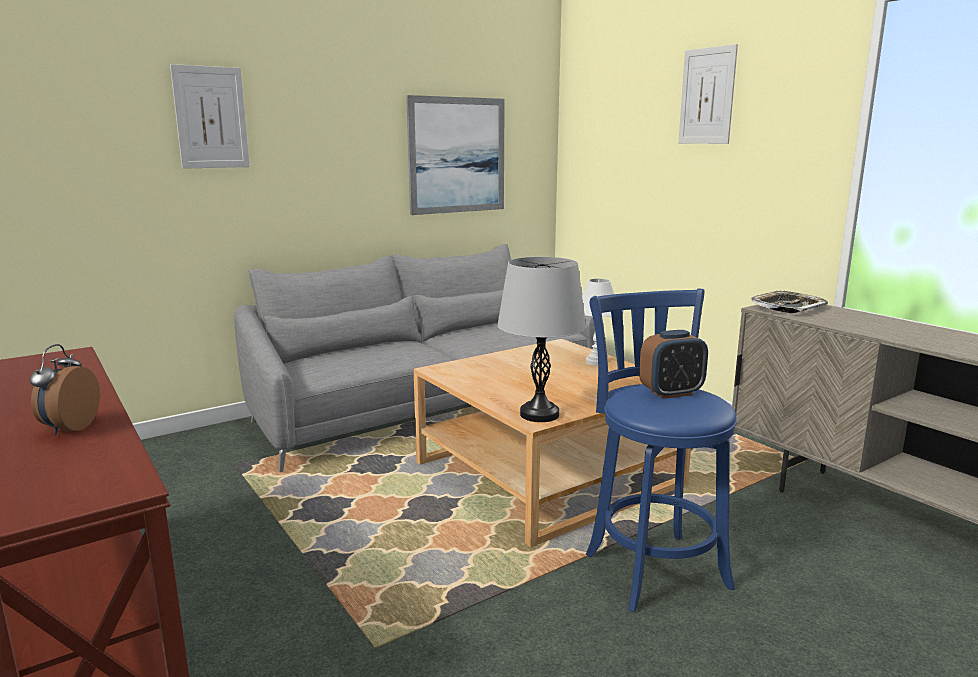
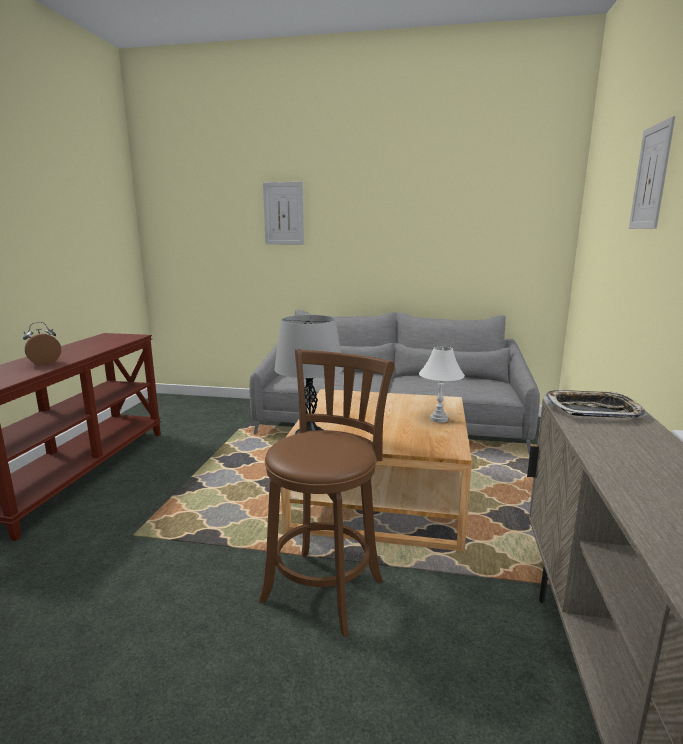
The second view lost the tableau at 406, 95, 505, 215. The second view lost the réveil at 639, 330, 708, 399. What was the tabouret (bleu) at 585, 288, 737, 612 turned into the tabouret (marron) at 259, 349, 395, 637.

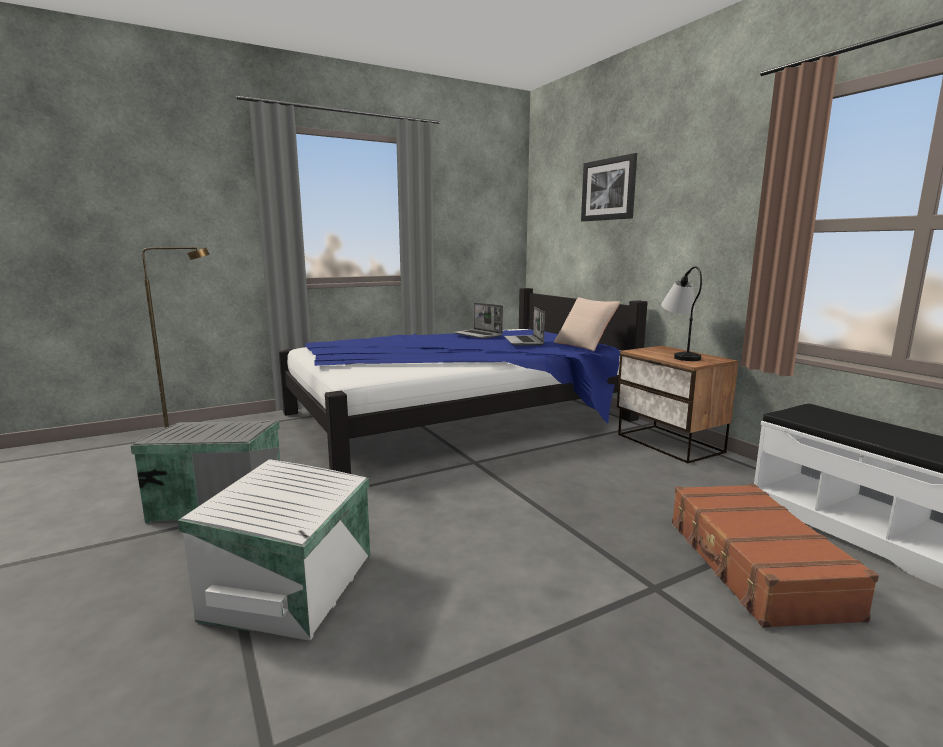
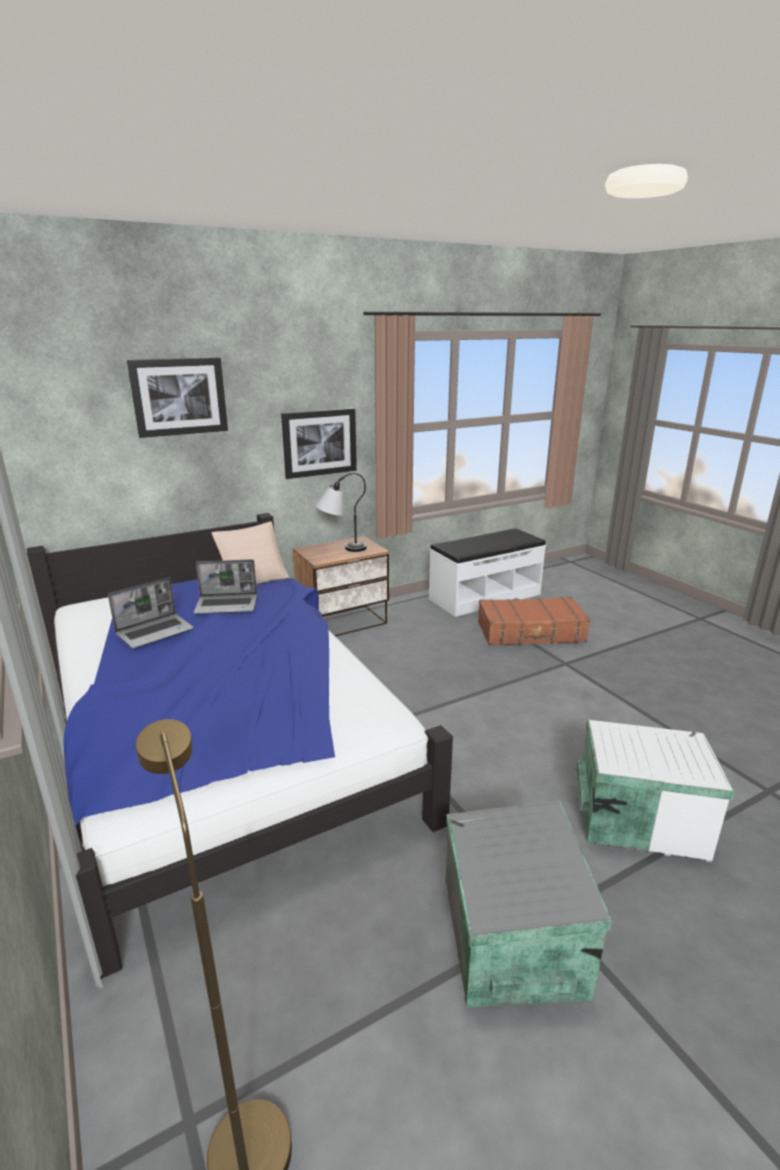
The second view gained the tableau at 281, 408, 357, 479.

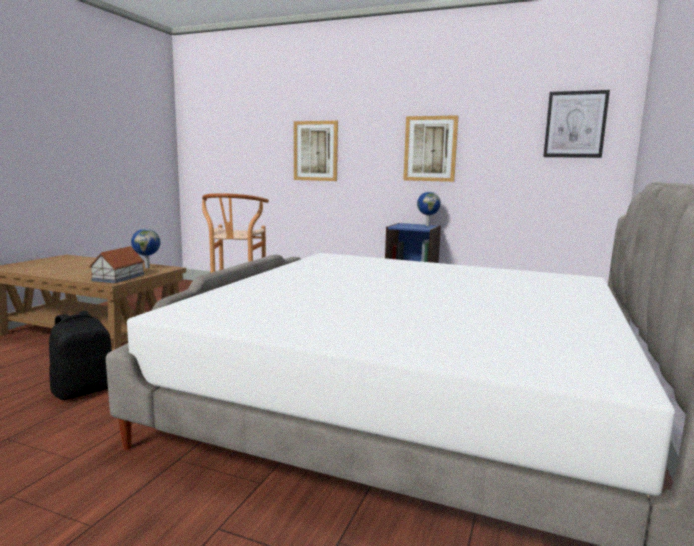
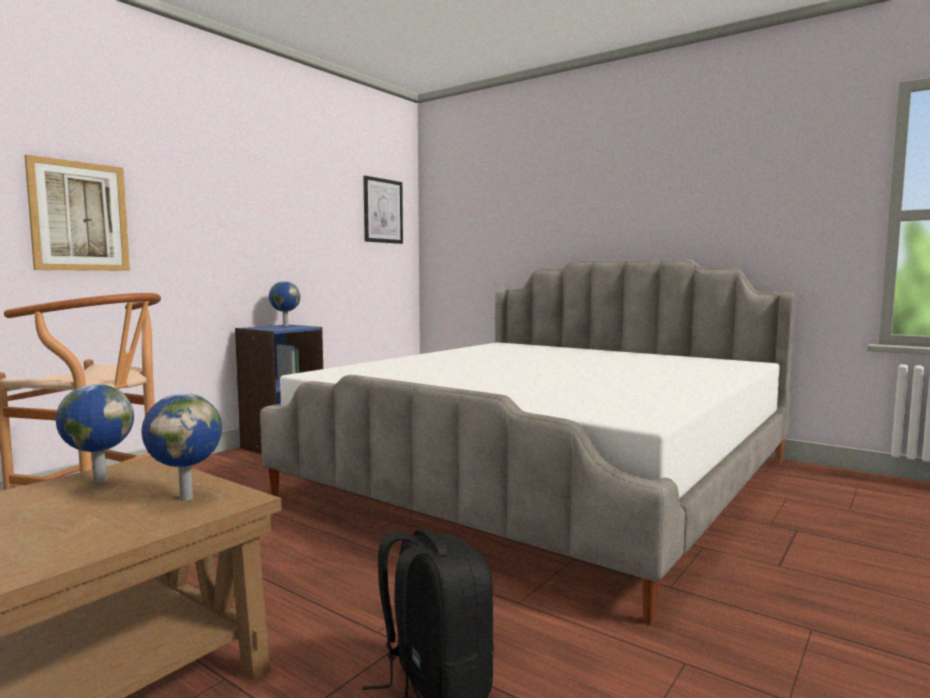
The second view lost the tableau at 403, 115, 459, 182. Where the maison miniature stood at 88, 246, 145, 283, the globe came to stand at 141, 393, 222, 500.

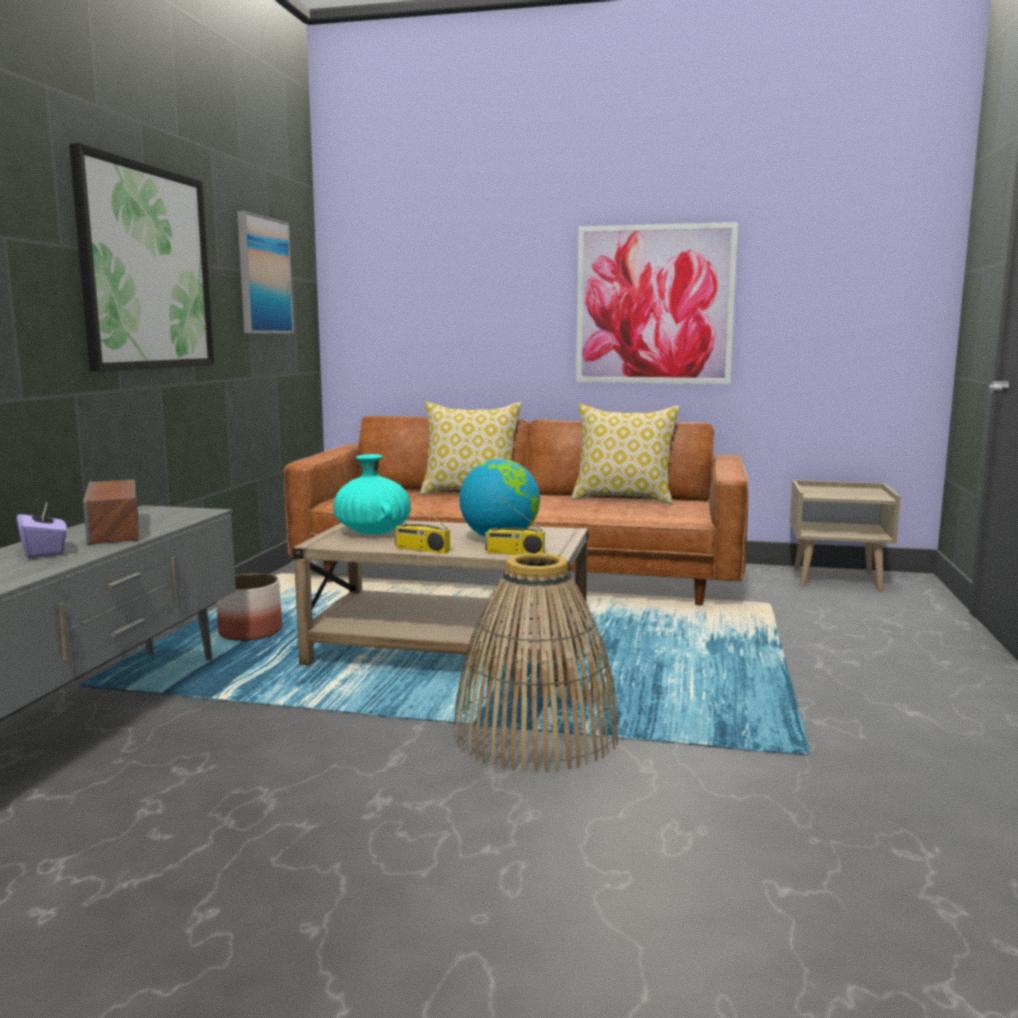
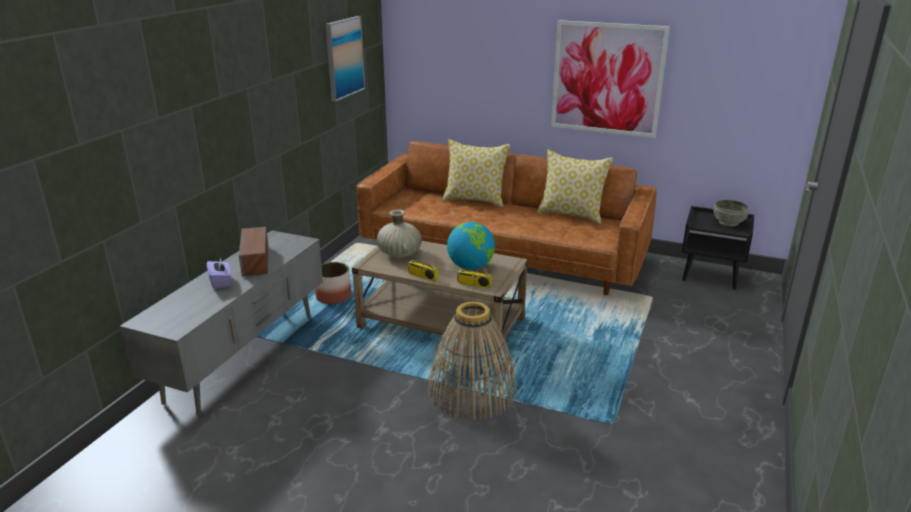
The second view lost the tableau at 69, 143, 214, 372. The second view gained the bol (gris) at 713, 200, 749, 227. What was the vase (turquoise) at 333, 454, 411, 535 turned into the vase (beige) at 377, 209, 422, 258. What was the table de chevet (beige) at 790, 480, 901, 590 turned into the table de chevet (noir) at 682, 206, 754, 290.

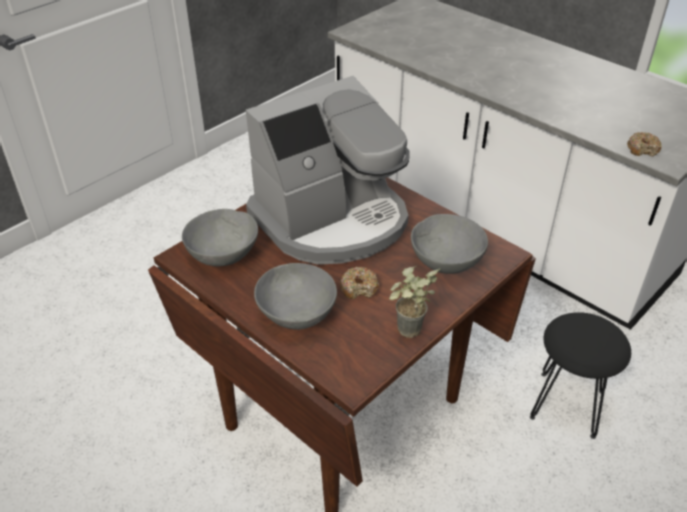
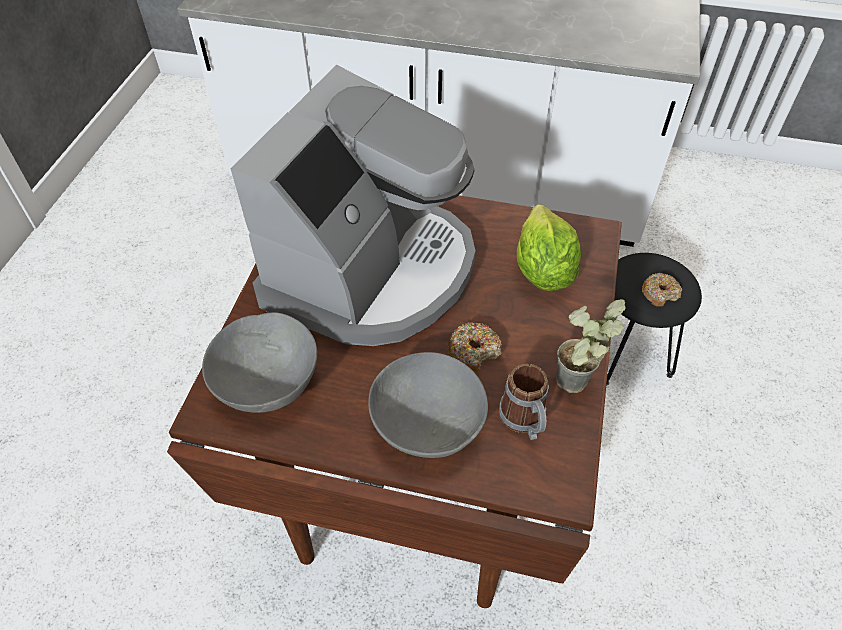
The second view gained the mug at 499, 364, 549, 440. The beignet ended up elsewhere, having gone from 627, 132, 662, 157 to 642, 273, 682, 307. Where the bol (gris) stood at 411, 214, 488, 274, the laitue came to stand at 517, 204, 581, 291.

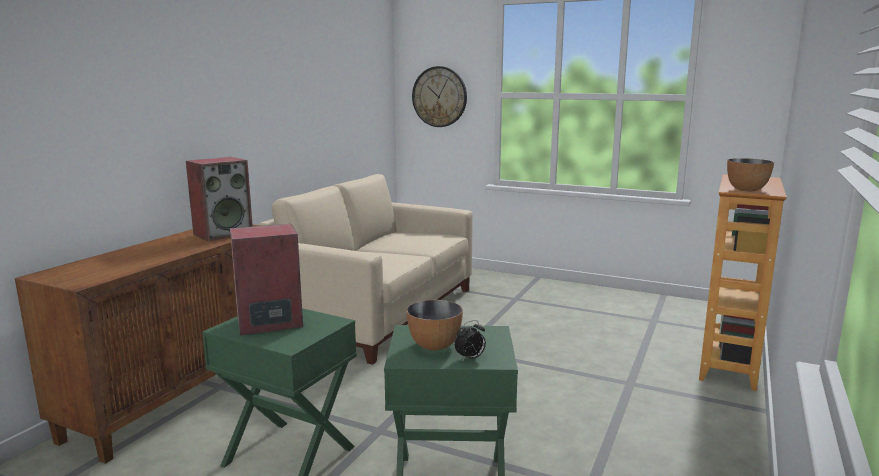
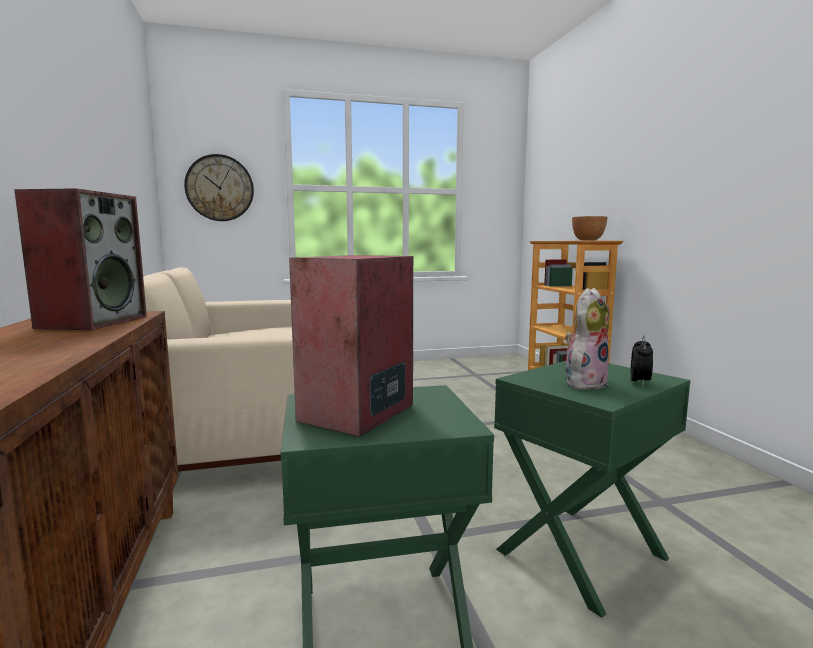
Where the bol stood at 407, 300, 463, 350, the peluche came to stand at 565, 288, 609, 391.

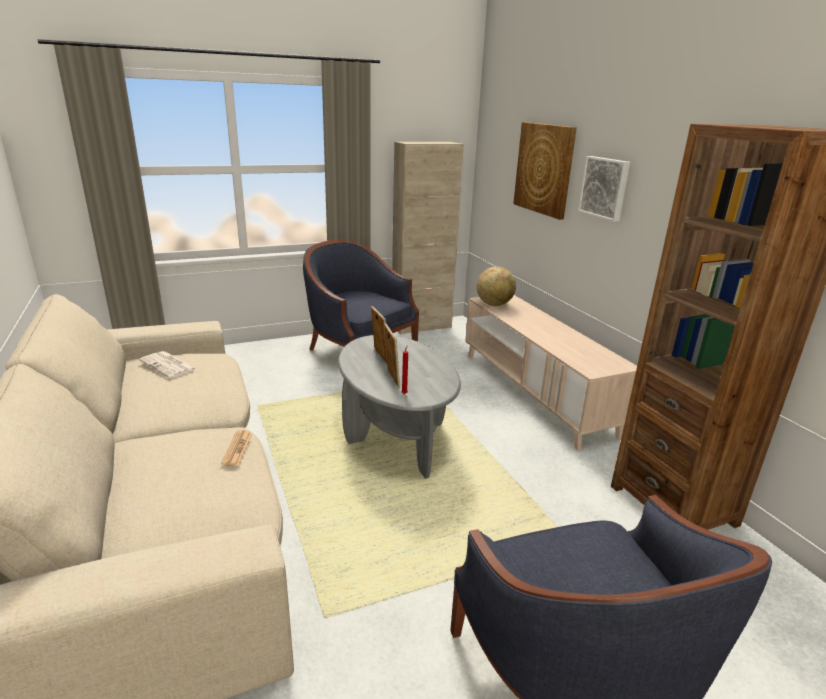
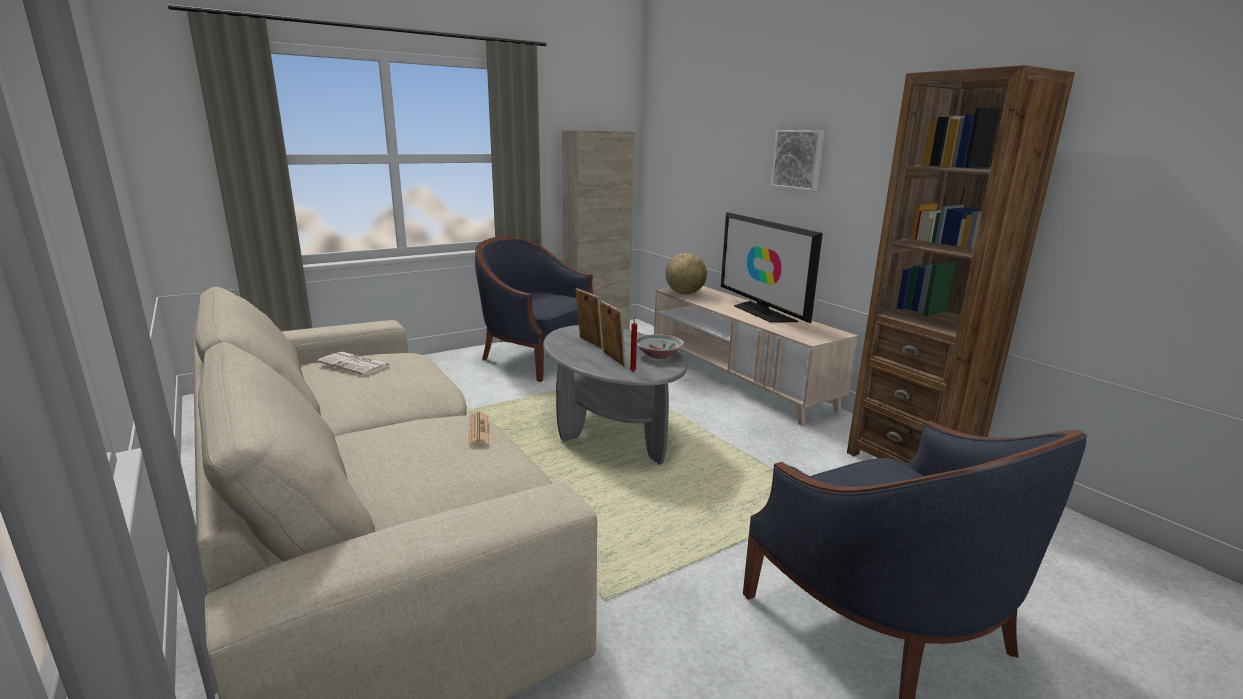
The second view lost the tableau at 513, 122, 577, 220. The second view gained the bol at 637, 334, 684, 359. The second view gained the téléviseur at 721, 212, 823, 323.

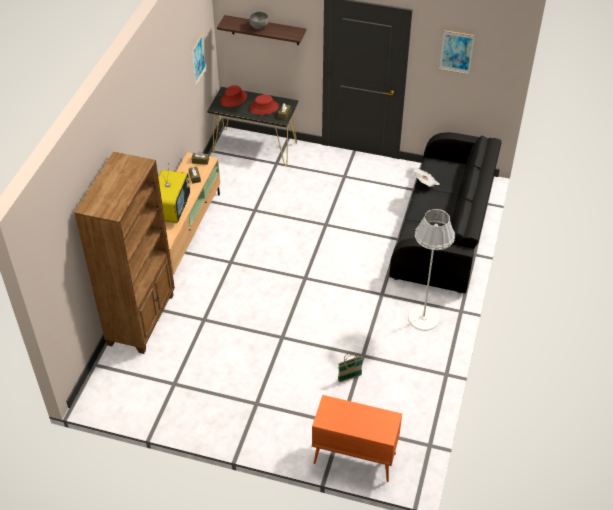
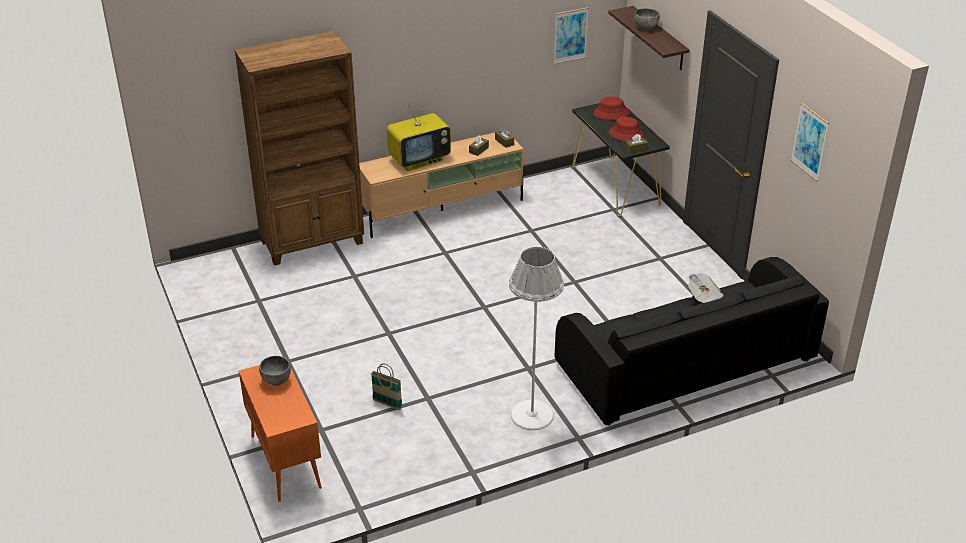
The second view gained the bol (gris) at 259, 356, 291, 386.

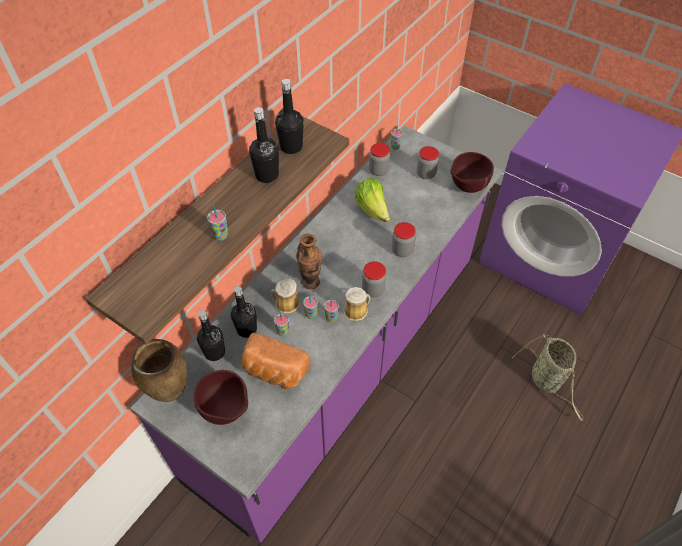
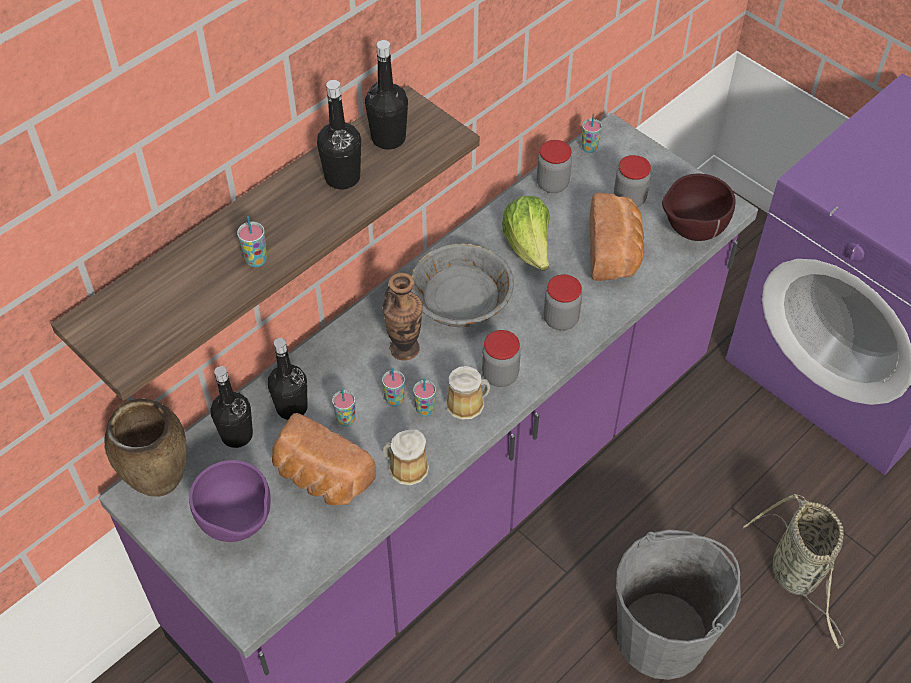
The second view gained the bol (gris) at 410, 243, 514, 327. The second view gained the pain at 589, 193, 644, 281. The second view gained the seau (gris) at 616, 529, 741, 680. The mug ended up elsewhere, having gone from 271, 278, 299, 313 to 383, 429, 429, 485. What was the bol (marron) at 194, 370, 248, 425 turned into the bol (violet) at 189, 460, 270, 542.

